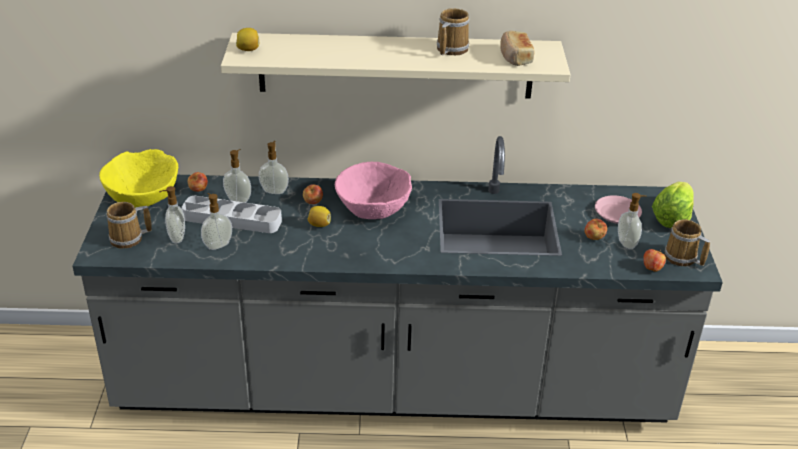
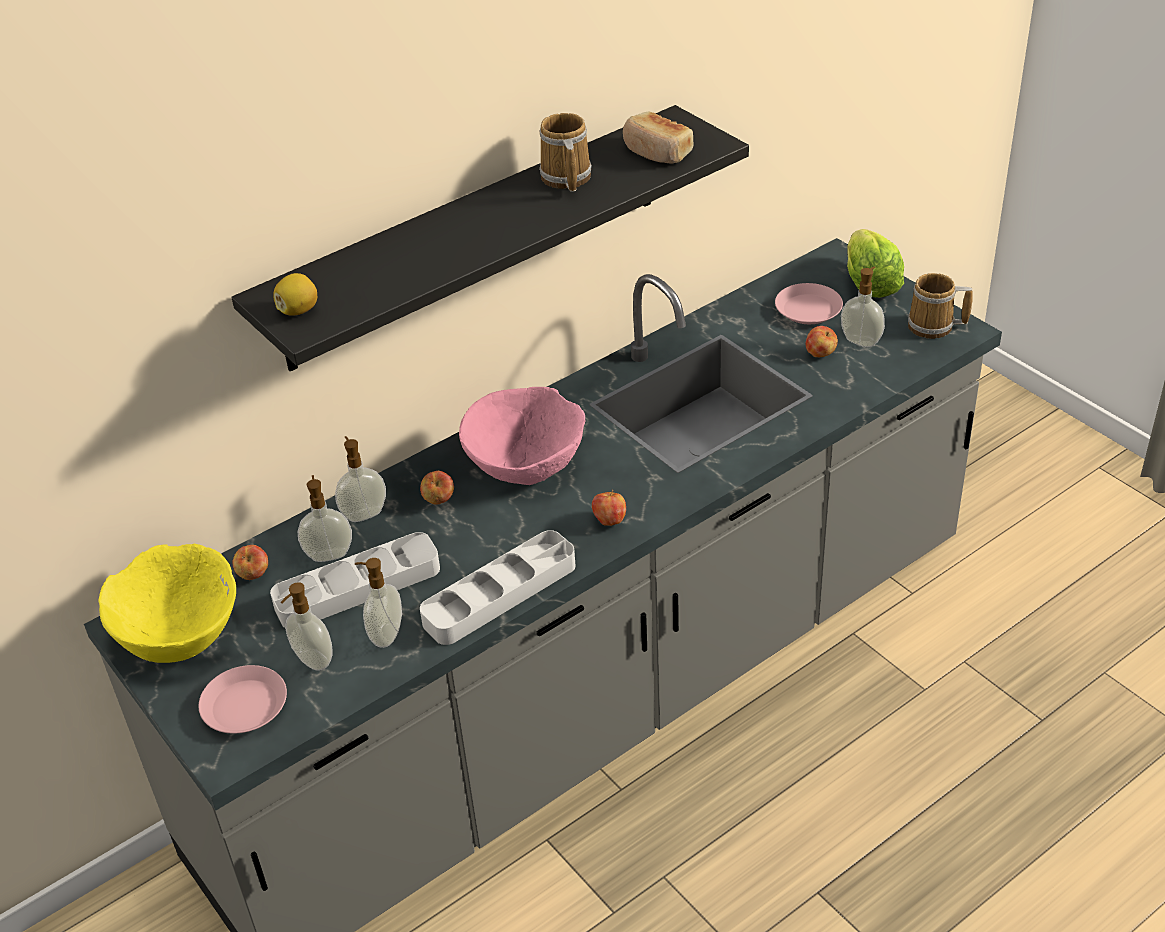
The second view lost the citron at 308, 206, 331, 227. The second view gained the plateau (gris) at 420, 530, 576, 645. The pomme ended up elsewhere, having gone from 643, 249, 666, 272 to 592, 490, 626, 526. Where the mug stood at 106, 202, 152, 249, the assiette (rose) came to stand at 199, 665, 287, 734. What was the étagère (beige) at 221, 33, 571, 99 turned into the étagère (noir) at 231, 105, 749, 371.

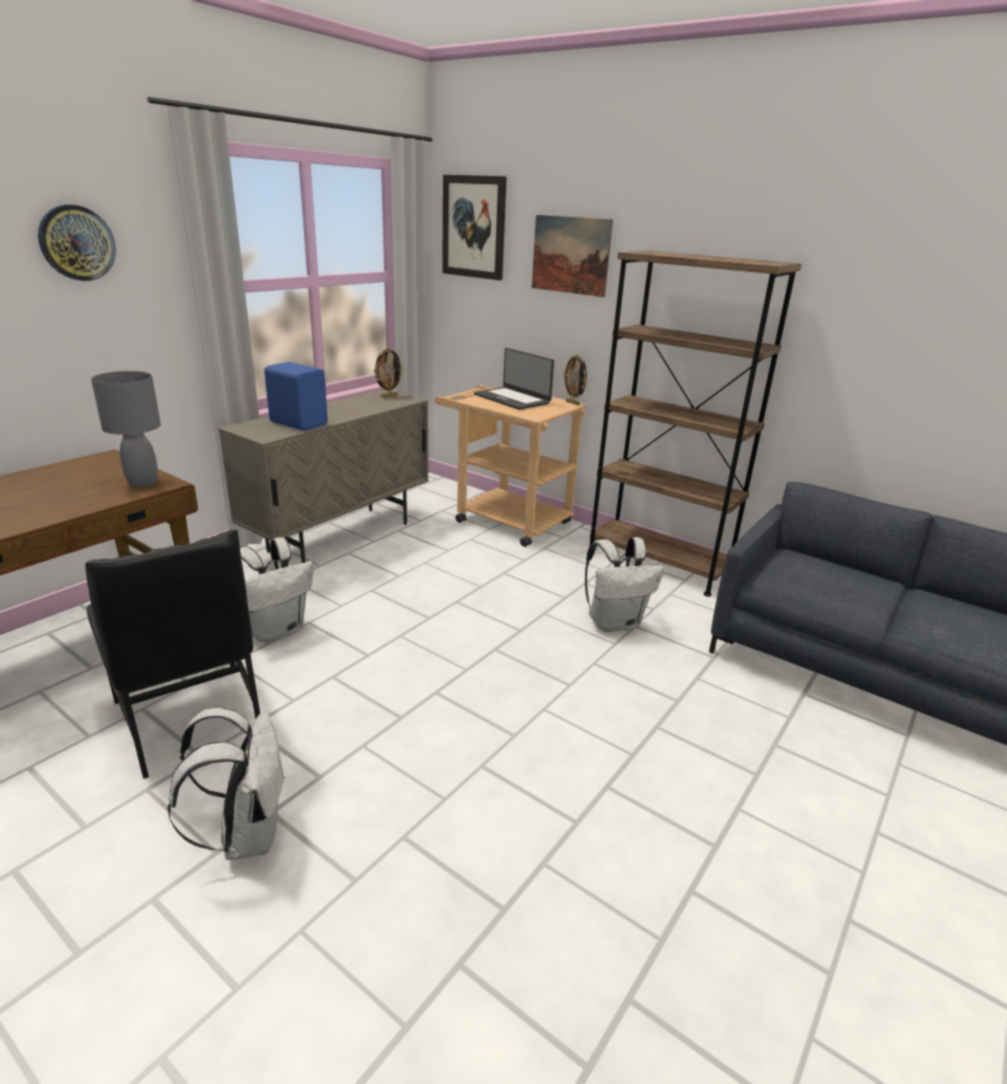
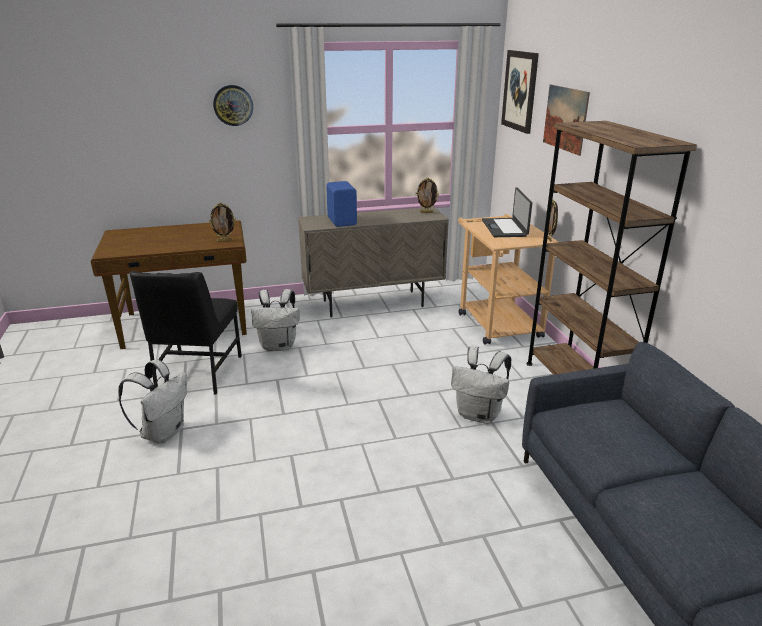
Where the lampe de table (gris) stood at 91, 371, 161, 487, the cadre photo came to stand at 209, 203, 236, 242.

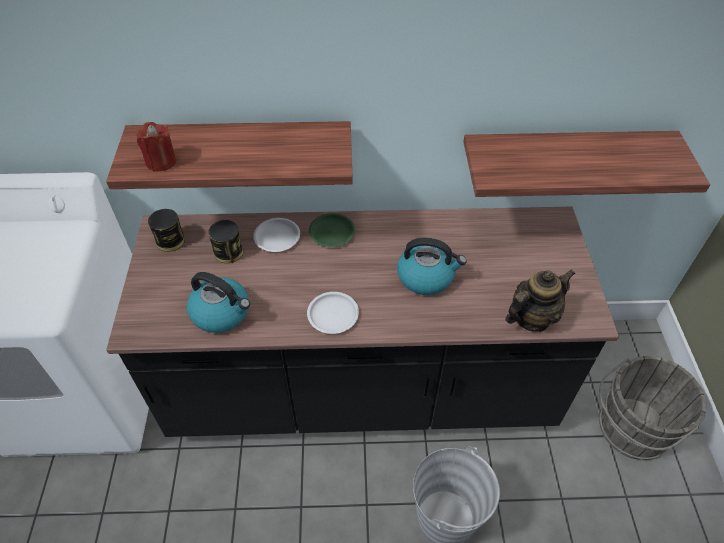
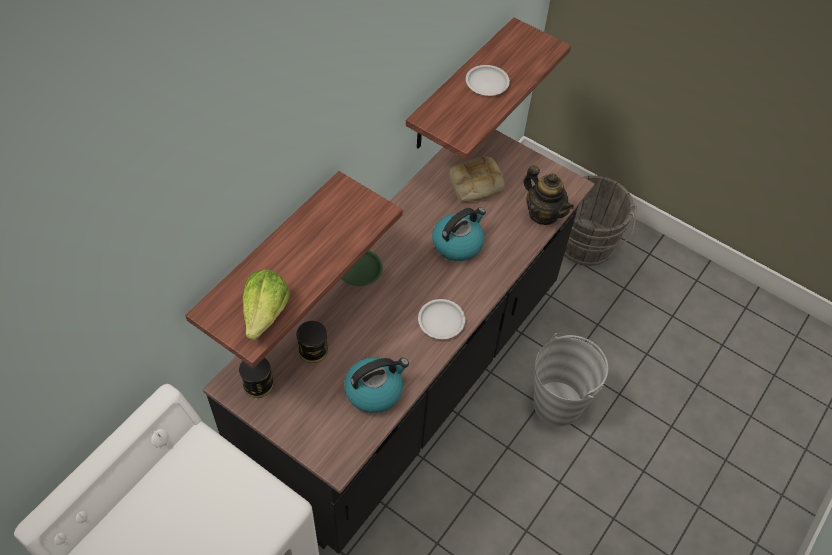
The second view gained the pain at 449, 157, 505, 202. The assiette (blanc) ended up elsewhere, having gone from 253, 218, 300, 252 to 466, 65, 510, 96. Where the bougie (rouge) stood at 136, 122, 176, 172, the laitue came to stand at 243, 269, 290, 340. The théière at 505, 269, 576, 332 ended up facing another way, 135 degrees clockwise from before.

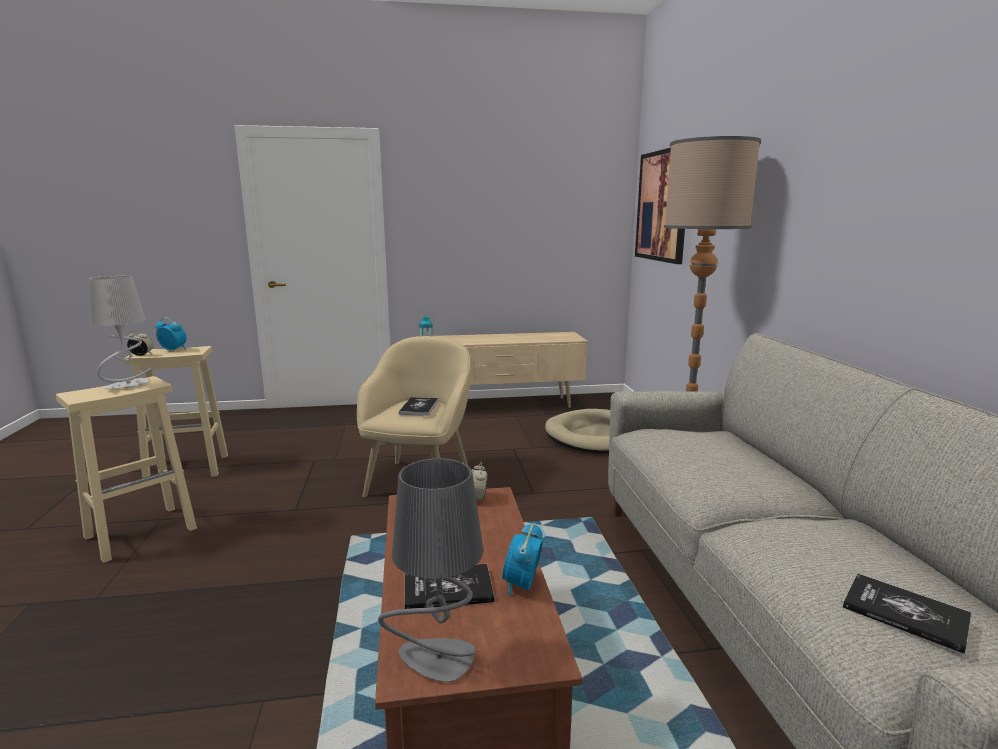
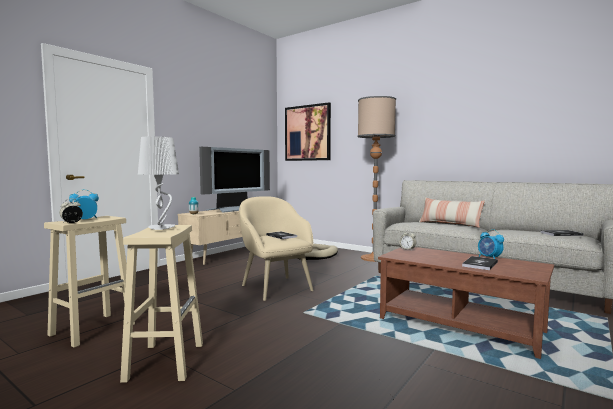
The second view lost the lampe de table (gris) at 378, 458, 483, 682. The second view gained the téléviseur at 199, 147, 270, 213. The second view gained the coussin at 419, 197, 485, 228.

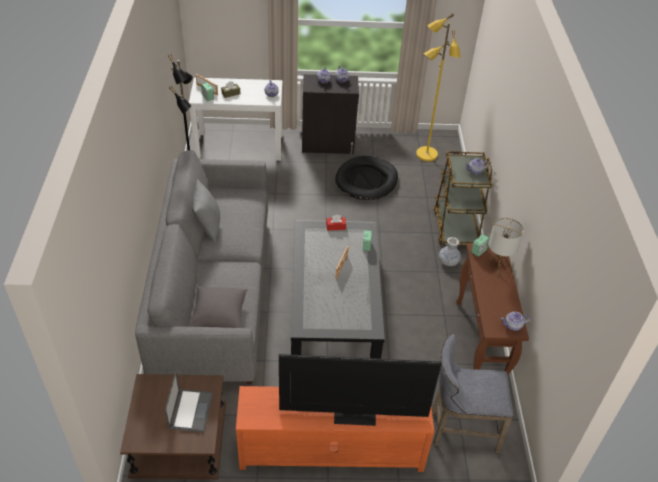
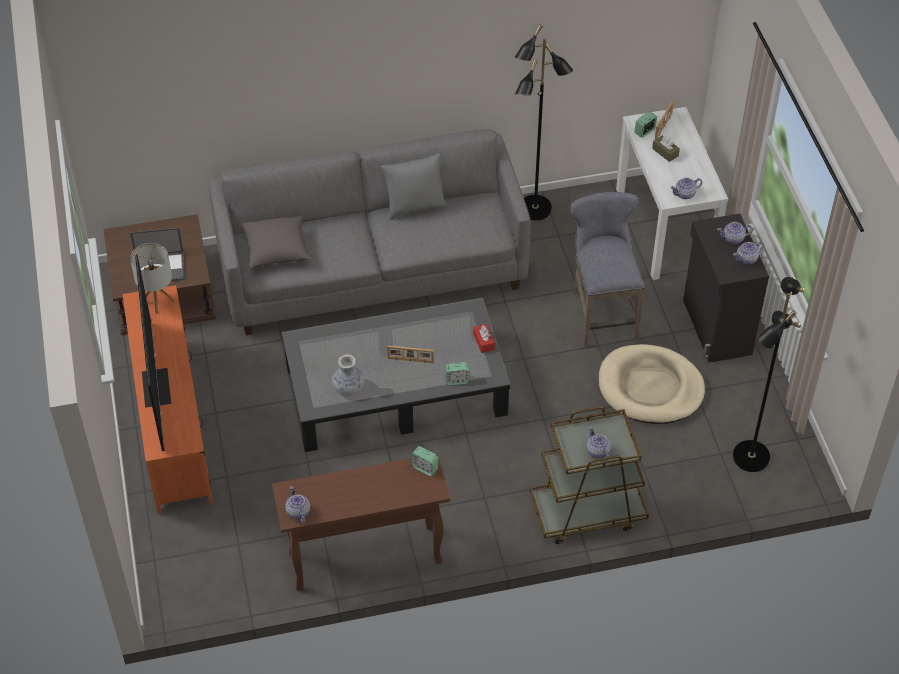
The tabouret (gris) ended up elsewhere, having gone from 432, 334, 513, 453 to 570, 192, 645, 347. The vase ended up elsewhere, having gone from 439, 237, 461, 266 to 332, 354, 364, 396. The lampe de table ended up elsewhere, having gone from 484, 217, 524, 275 to 130, 243, 175, 314. What was the panier pour chien (noir) at 335, 156, 398, 200 turned into the panier pour chien (beige) at 599, 344, 705, 424. What was the lampadaire (jaune) at 416, 13, 461, 161 turned into the lampadaire (noir) at 733, 277, 805, 472.

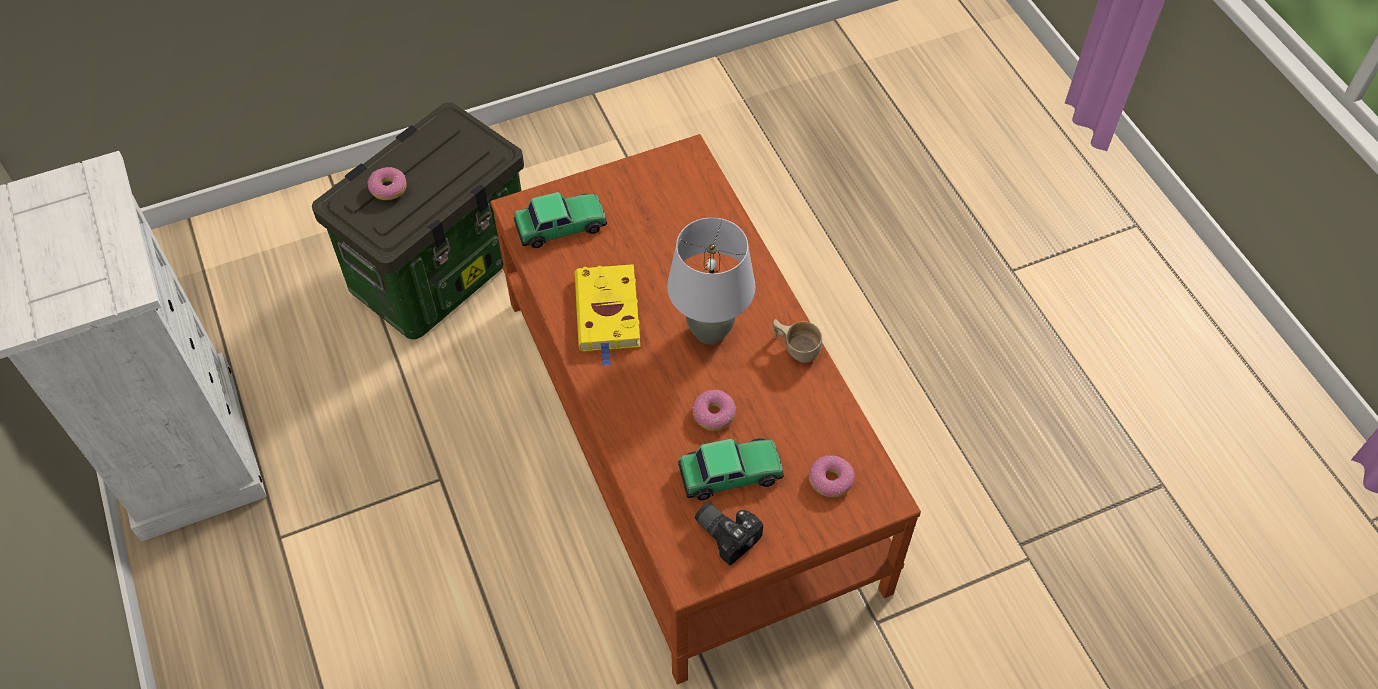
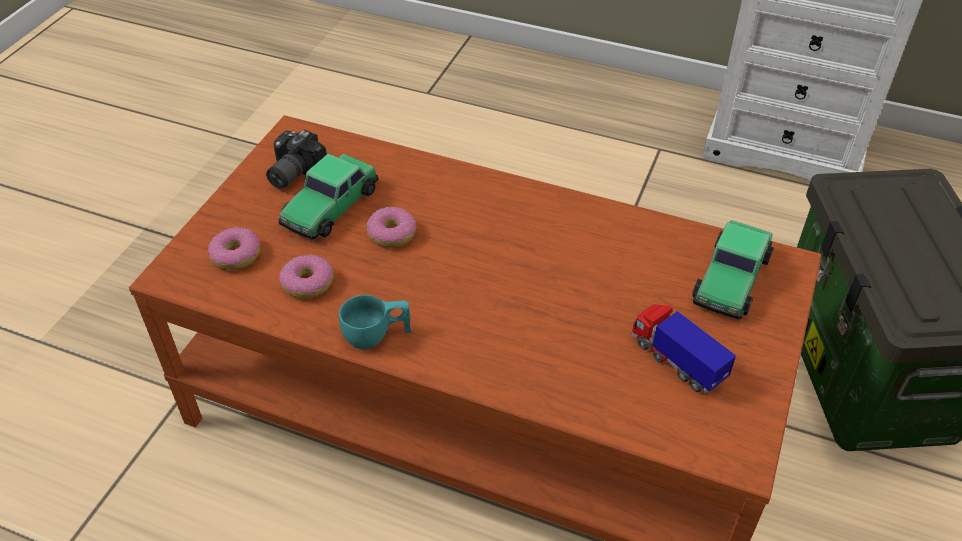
The second view lost the livre (jaune) at 575, 264, 640, 366. The second view lost the lampe de table (gris) at 667, 217, 756, 345. The second view gained the camion jouet at 631, 304, 736, 394. The beignet ended up elsewhere, having gone from 367, 167, 407, 200 to 279, 255, 333, 299. What was the tasse (beige) at 773, 319, 822, 362 turned into the tasse (turquoise) at 339, 295, 411, 349. The appareil photo at 695, 502, 763, 566 ended up facing another way, 120 degrees clockwise from before.

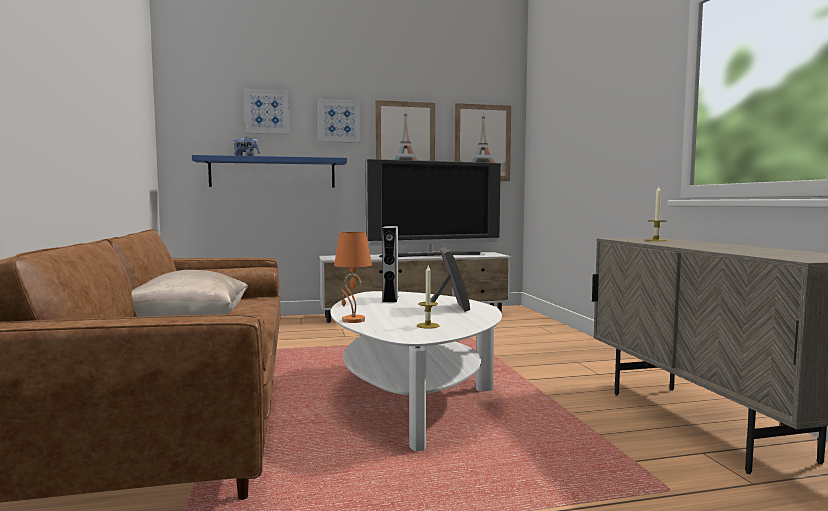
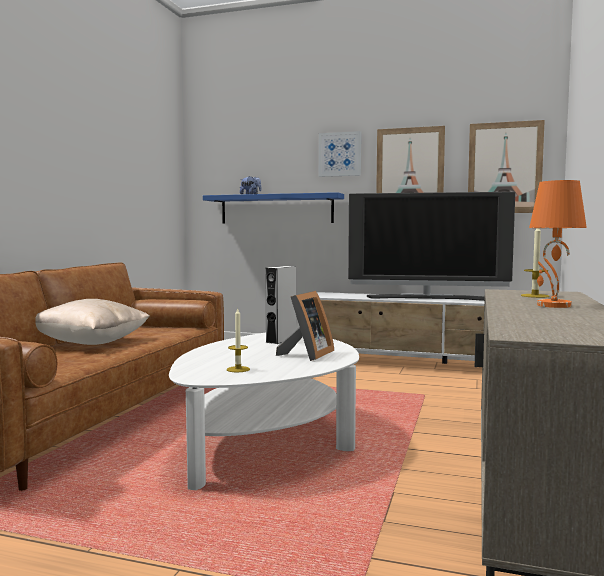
The second view lost the tableau at 244, 89, 290, 134. The lampe de table (orange) ended up elsewhere, having gone from 334, 232, 372, 323 to 529, 180, 587, 308.

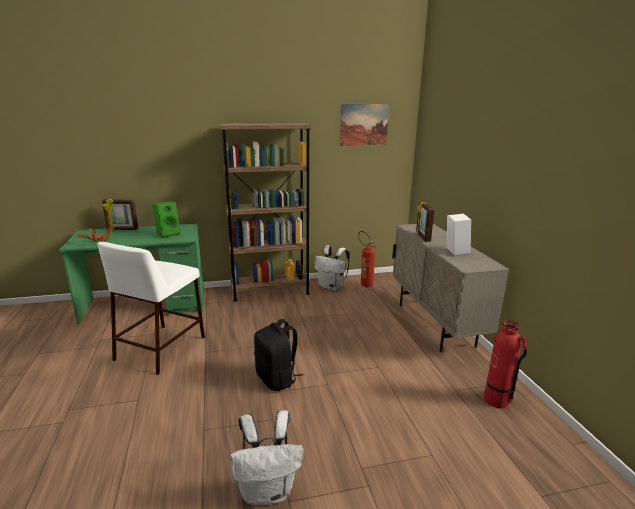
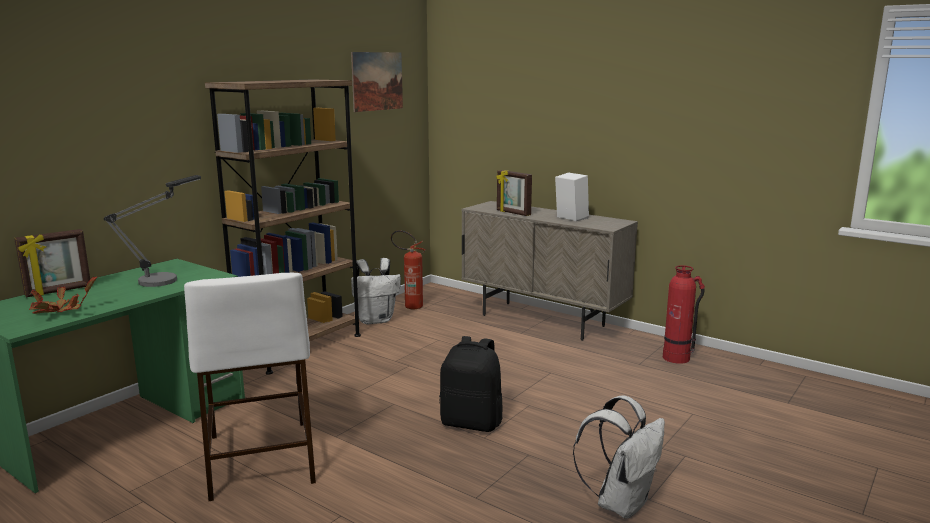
Where the enceinte (vert) stood at 152, 201, 180, 238, the lampe de table came to stand at 104, 175, 201, 287.

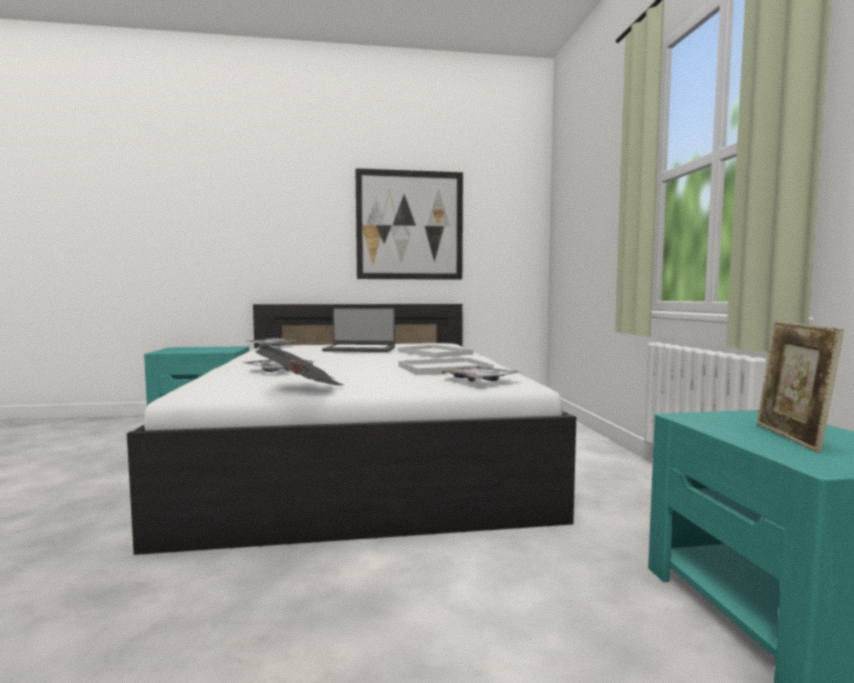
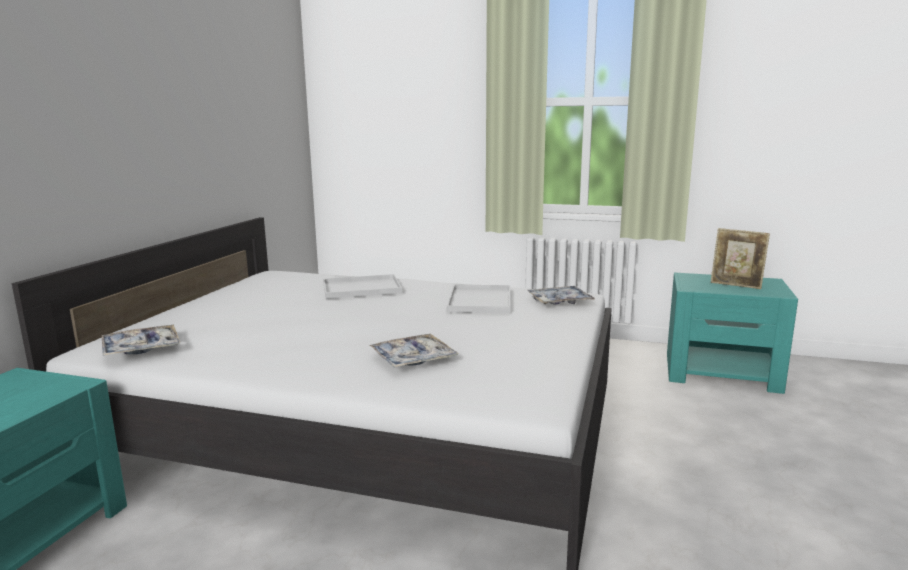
The second view lost the journal at 255, 346, 344, 386. The second view lost the ordinateur portable at 322, 308, 395, 352. The second view lost the tableau at 355, 168, 463, 280.

